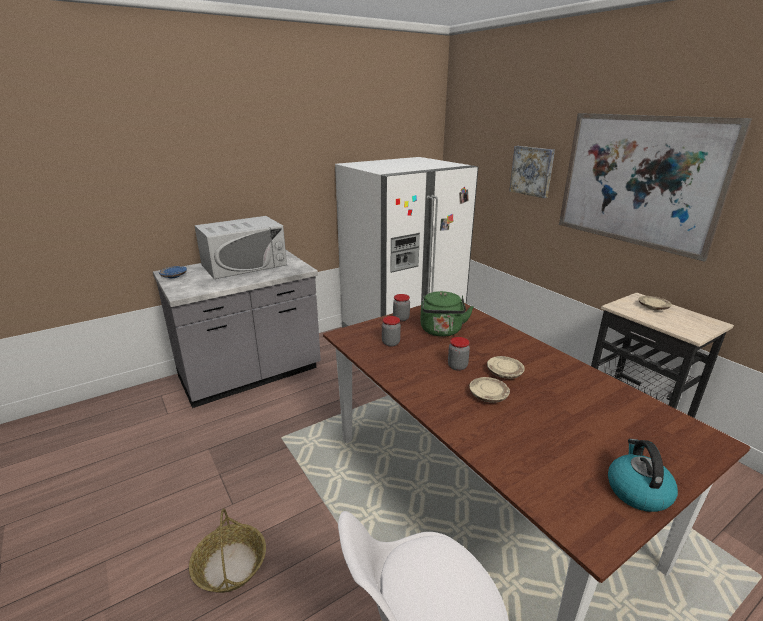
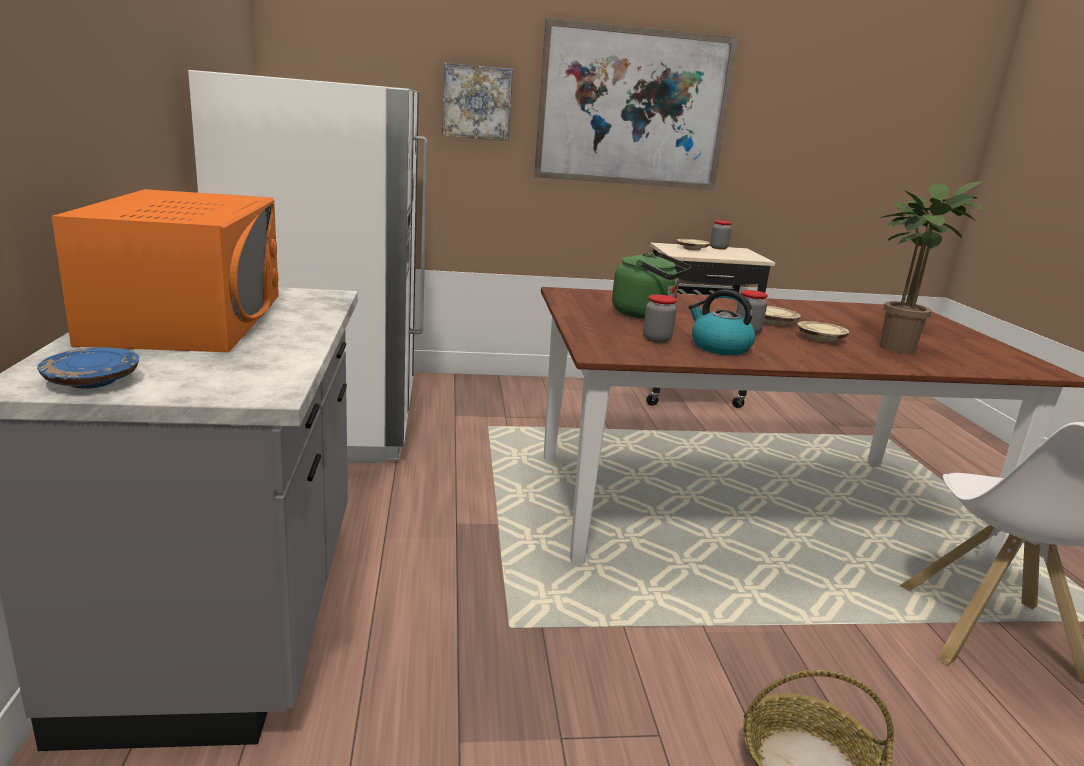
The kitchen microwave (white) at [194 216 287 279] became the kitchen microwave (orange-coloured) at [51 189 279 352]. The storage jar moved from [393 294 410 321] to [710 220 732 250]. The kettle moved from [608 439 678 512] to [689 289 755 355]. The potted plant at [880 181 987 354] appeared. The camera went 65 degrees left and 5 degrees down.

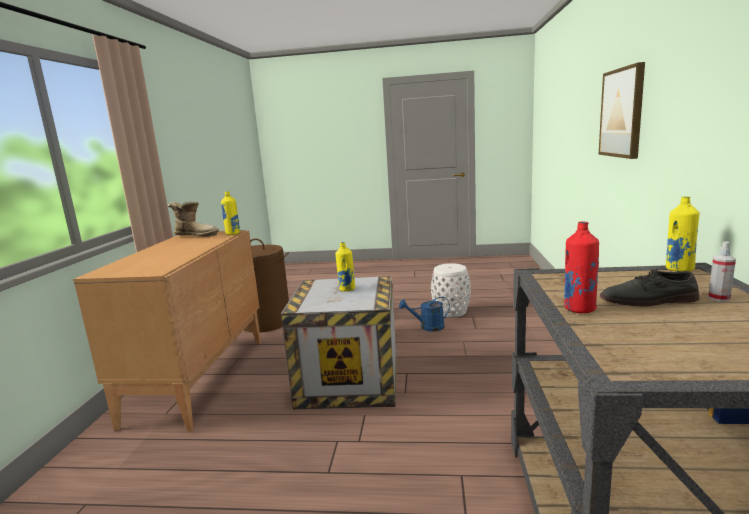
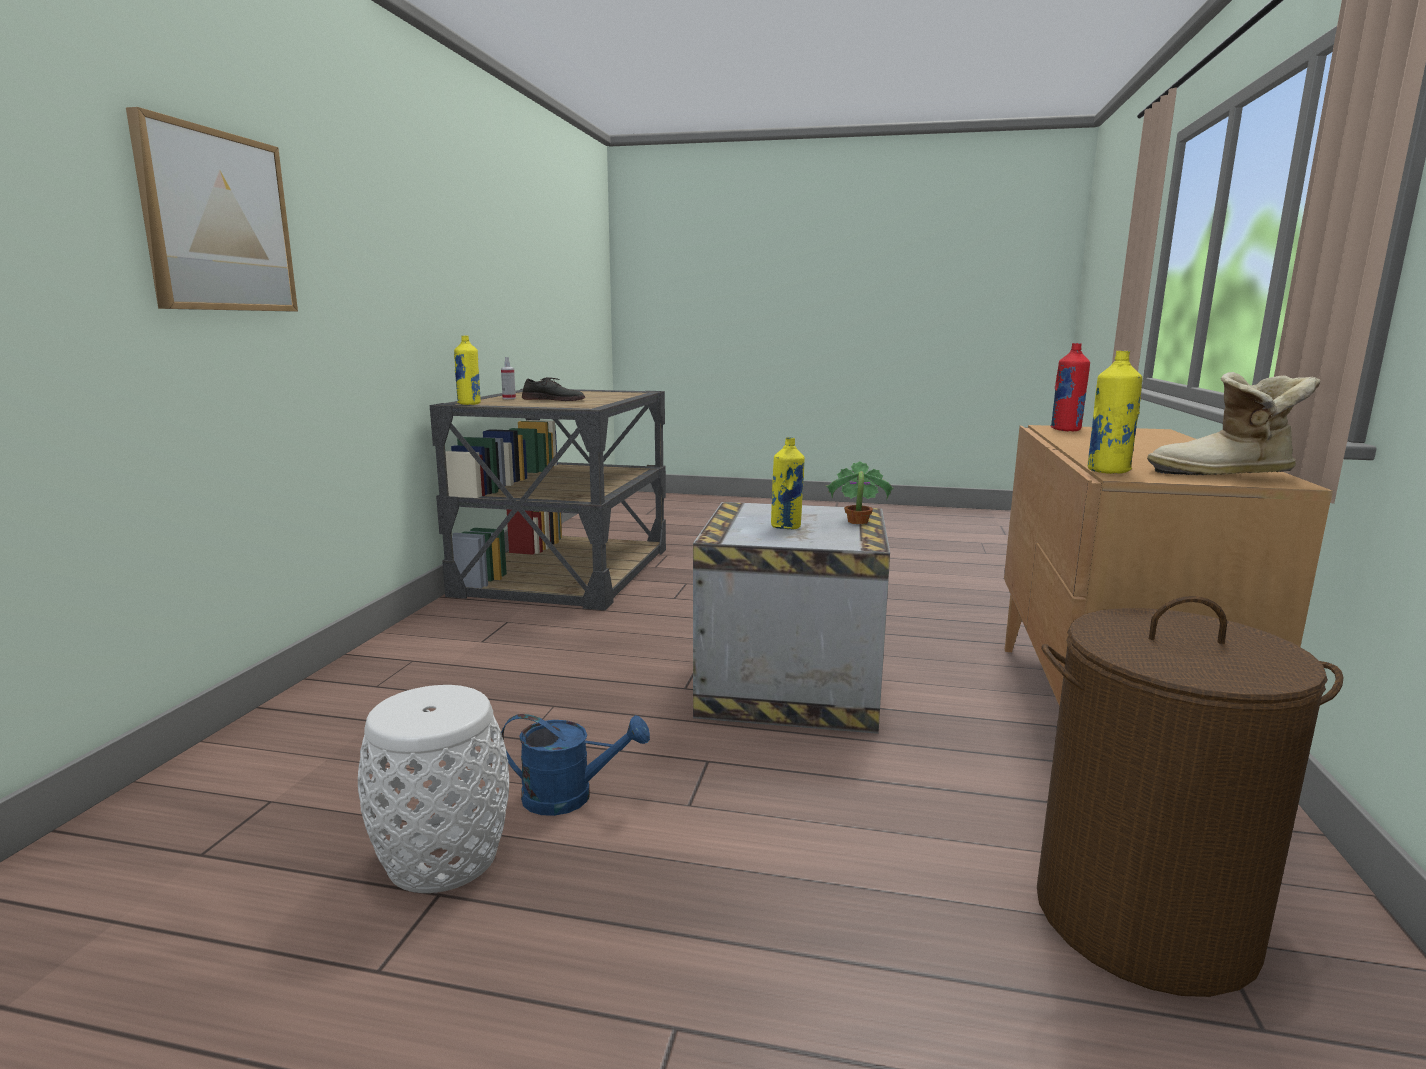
The bottle (red) moved from [564 221 599 314] to [1050 343 1090 432]. The potted plant at [826 461 894 524] appeared. The camera went 175 degrees left and 0 degrees up.

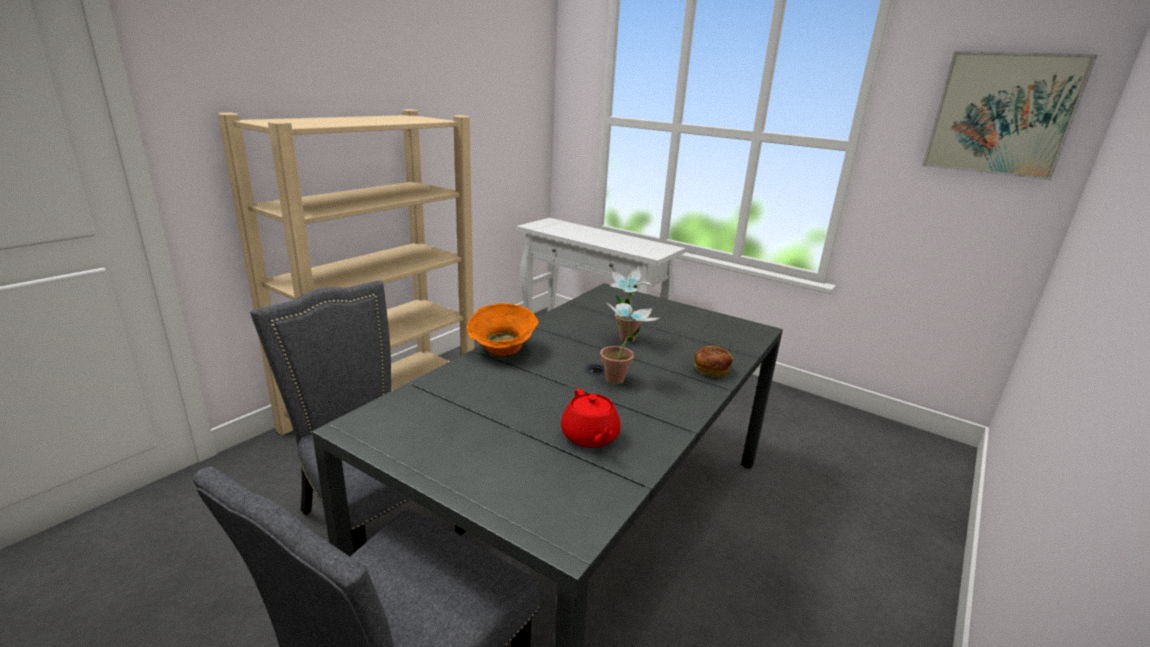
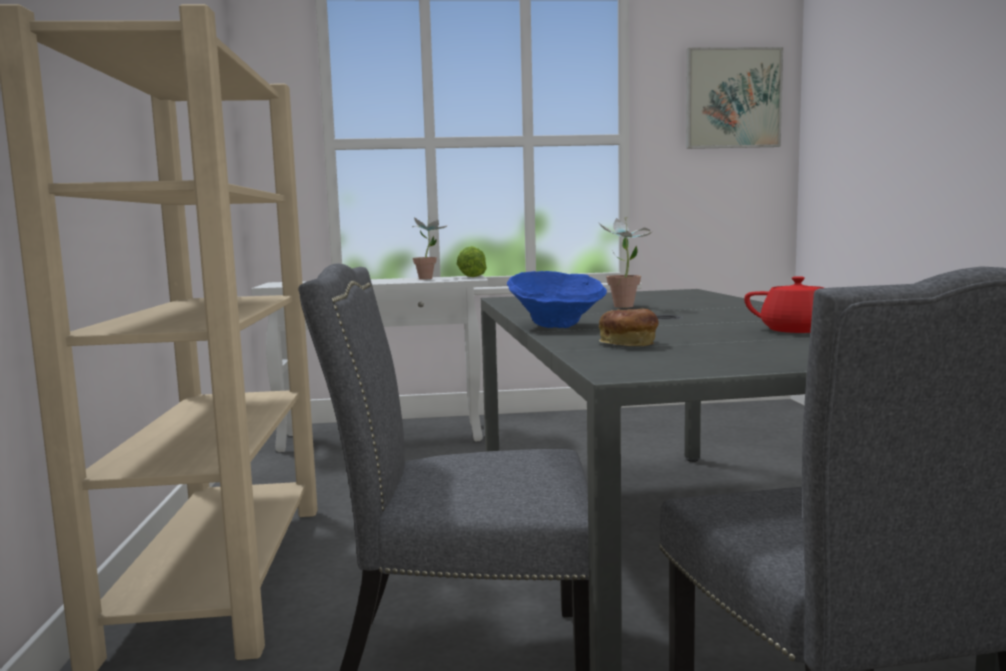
The potted plant moved from [600 301 660 384] to [412 216 448 280]. The deep dish (orange-coloured) at [467 303 538 356] became the deep dish (blue) at [507 271 607 328]. The baked bread moved from [695 345 733 377] to [599 308 659 346]. The lettuce head at [457 246 487 277] appeared. The camera went 40 degrees left and 15 degrees down.

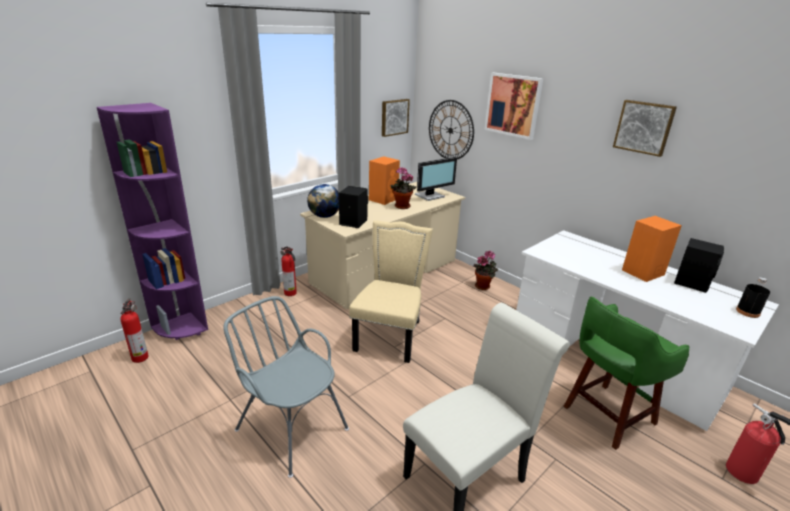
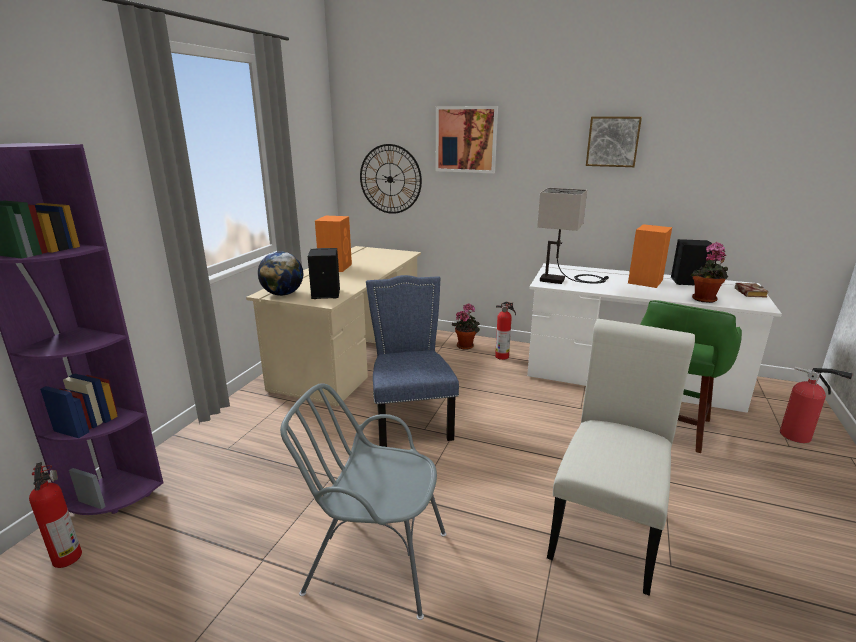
The picture at [382 99 410 137] disappeared. The monitor at [415 157 457 201] disappeared. The potted plant moved from [391 167 416 209] to [690 242 728 303]. The upright chair (sand-coloured) at [349 220 433 363] became the upright chair (blue) at [366 275 459 447]. The fire-fighting cylinder moved from [281 246 297 296] to [495 302 516 360]. The bottle (blackish) at [736 277 770 318] was replaced by the volume at [735 283 769 298]. The table lamp at [537 188 609 284] appeared. The camera went 25 degrees left and 5 degrees down.

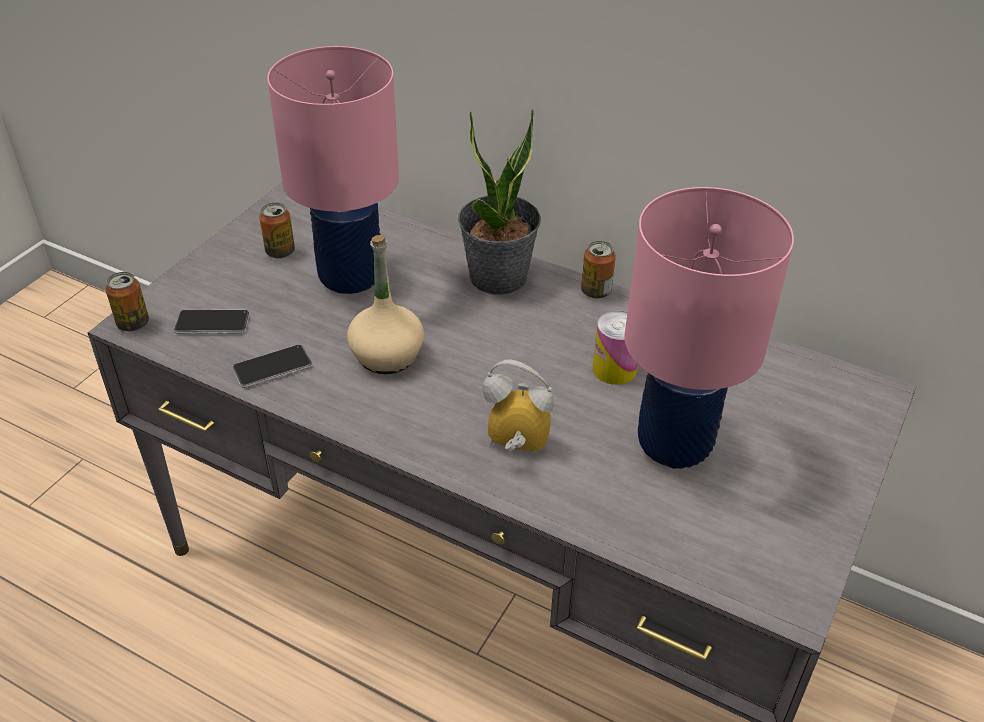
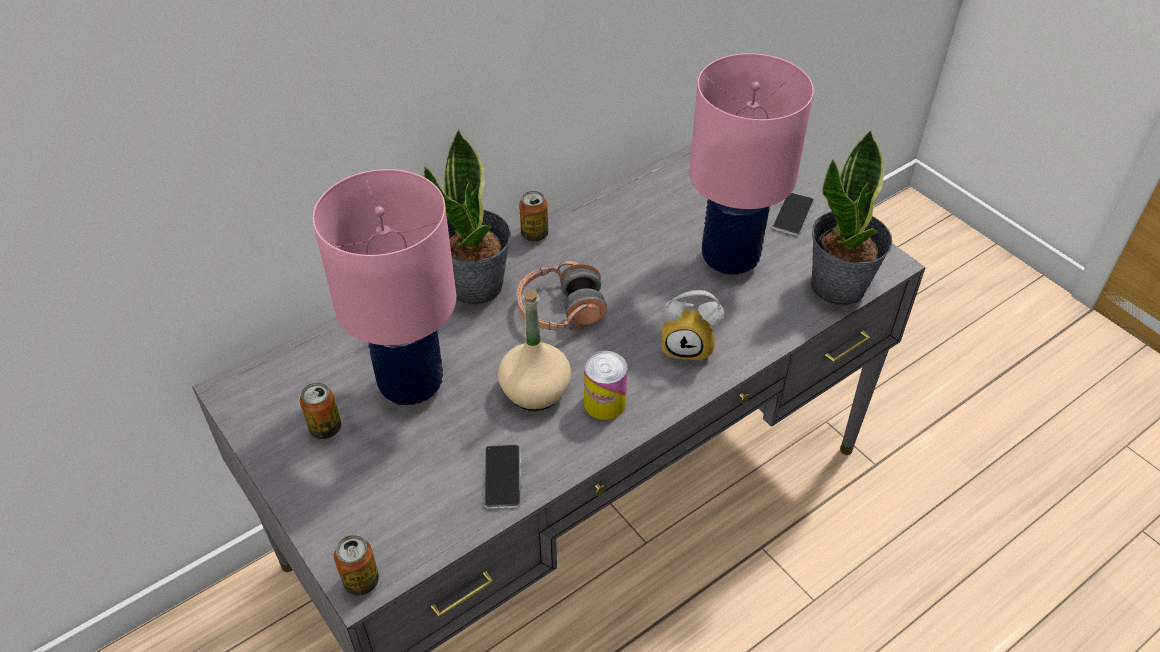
The telephone moved from [174 310 249 334] to [772 193 814 236]. The can moved from [593 311 638 385] to [584 351 627 420]. The bedside clock at [482 359 554 455] turned 120 degrees counterclockwise. The potted plant at [811 130 892 305] appeared. The headset at [517 261 607 331] appeared. The camera went 65 degrees left and 5 degrees up.

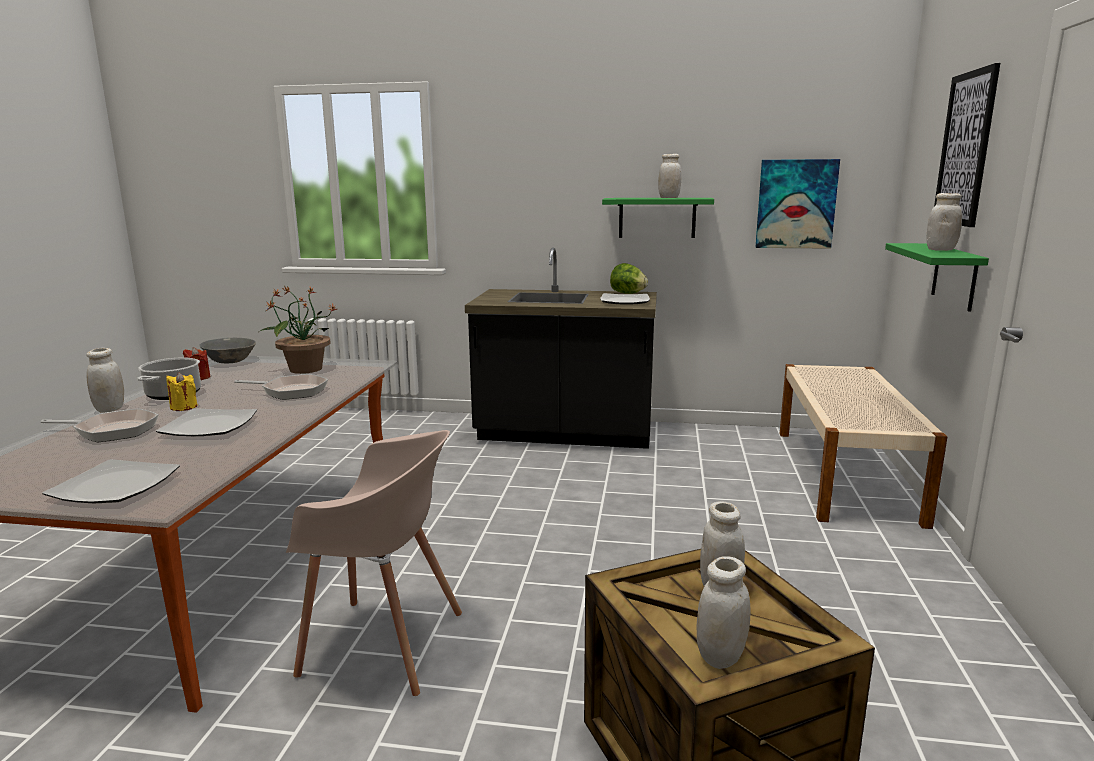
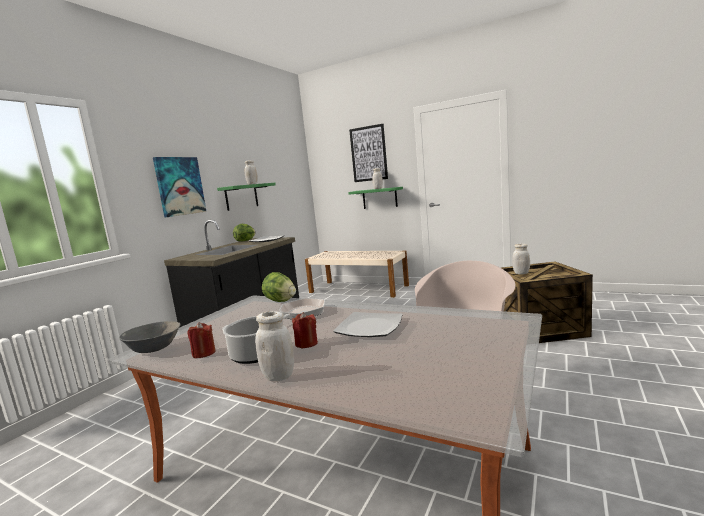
The picture moved from [756 159 840 249] to [153 157 207 217]. The potted plant at [259 287 337 374] disappeared. The wax light (yellowish) at [166 372 198 411] became the wax light (red) at [292 312 318 349]. The frying pan at [40 408 159 442] disappeared. The dinner plate at [42 459 180 503] disappeared. The storage jar (white) at [697 556 751 669] disappeared. The lettuce head at [262 272 296 302] appeared. The camera went 70 degrees left and 5 degrees down.

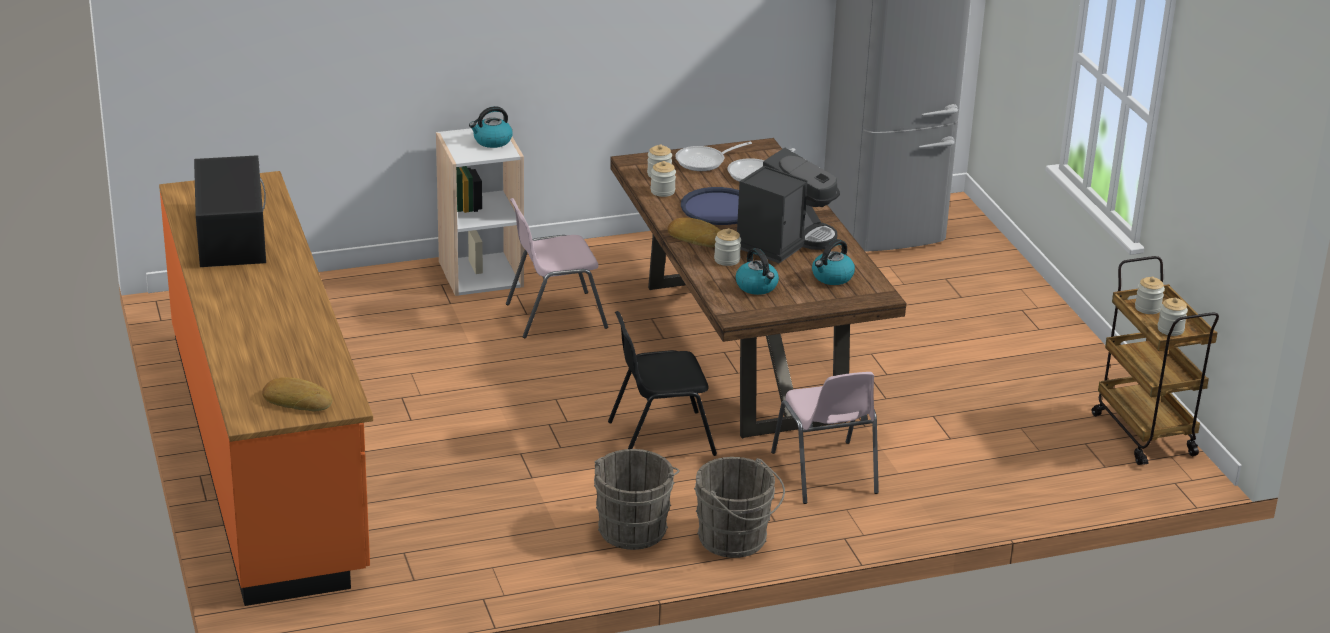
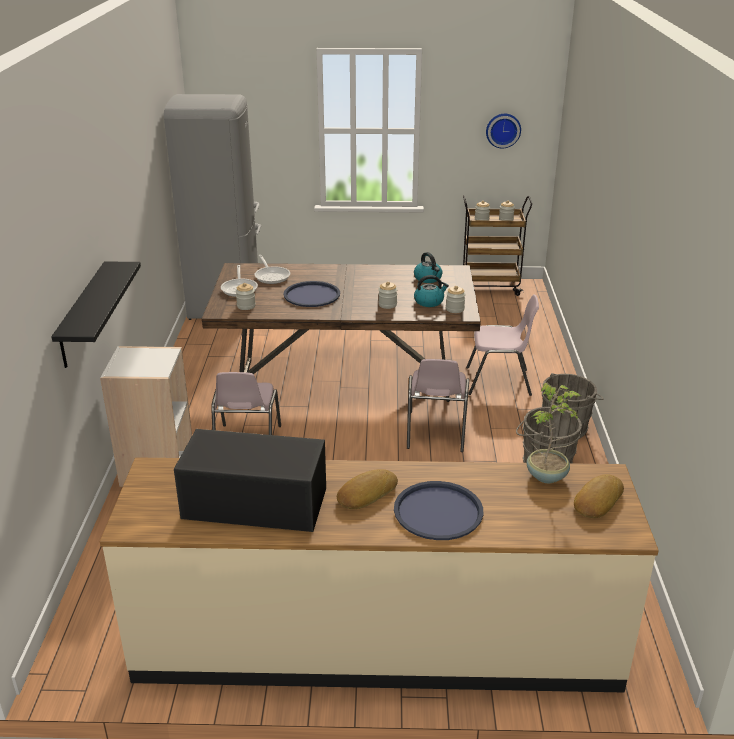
The kettle at [469 106 513 148] disappeared. The coffee machine at [737 148 840 263] disappeared. The storage jar moved from [651 161 676 197] to [446 286 466 313]. The counter (orange-coloured) at [159 171 373 606] became the counter (sand-coloured) at [100 457 659 693]. The baked bread moved from [667 217 721 247] to [337 469 398 509]. The upright chair (blackish) at [608 311 717 456] became the upright chair (pinkish) at [407 359 469 452]. The wall clock at [486 114 521 148] appeared. The wall shelf (blackish) at [51 262 141 368] appeared. The potted plant at [527 382 581 483] appeared. The tray (blue) at [394 481 483 540] appeared. The camera went 70 degrees left and 0 degrees up.

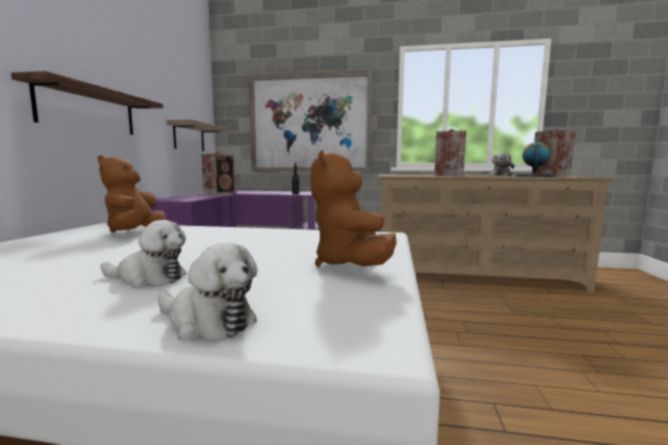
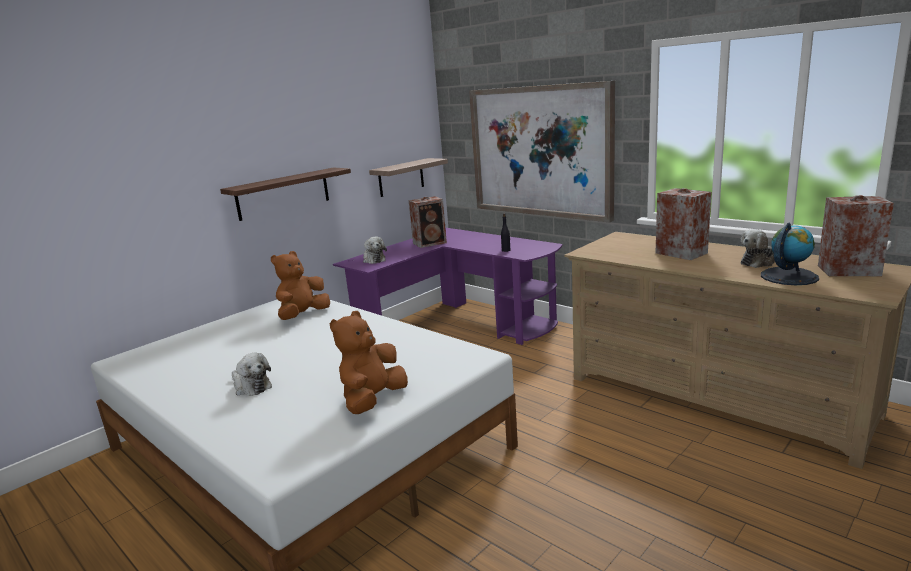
The soft toy moved from [158 243 257 341] to [363 237 387 264]. The camera went 35 degrees right and 10 degrees up.

